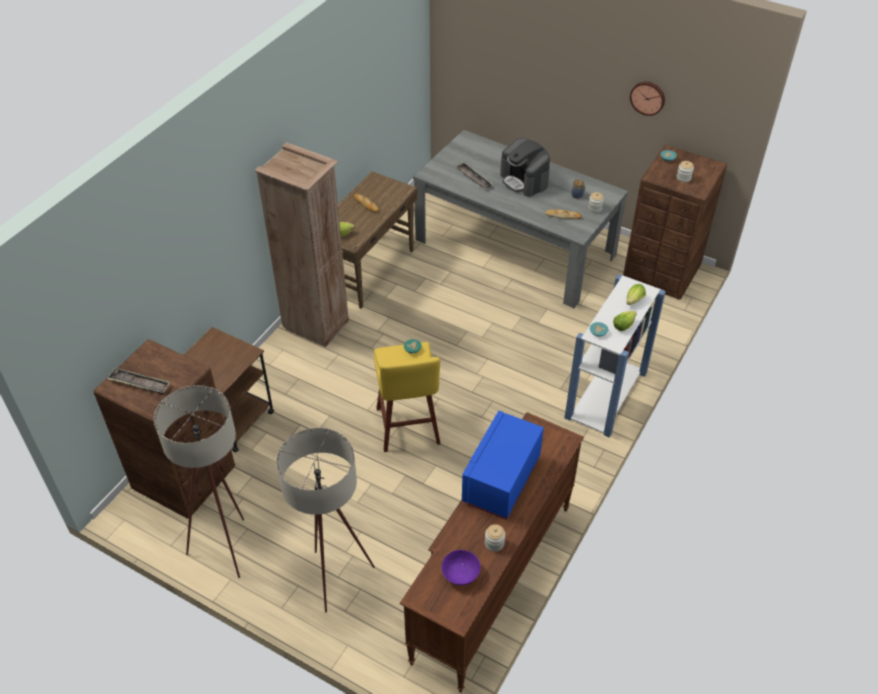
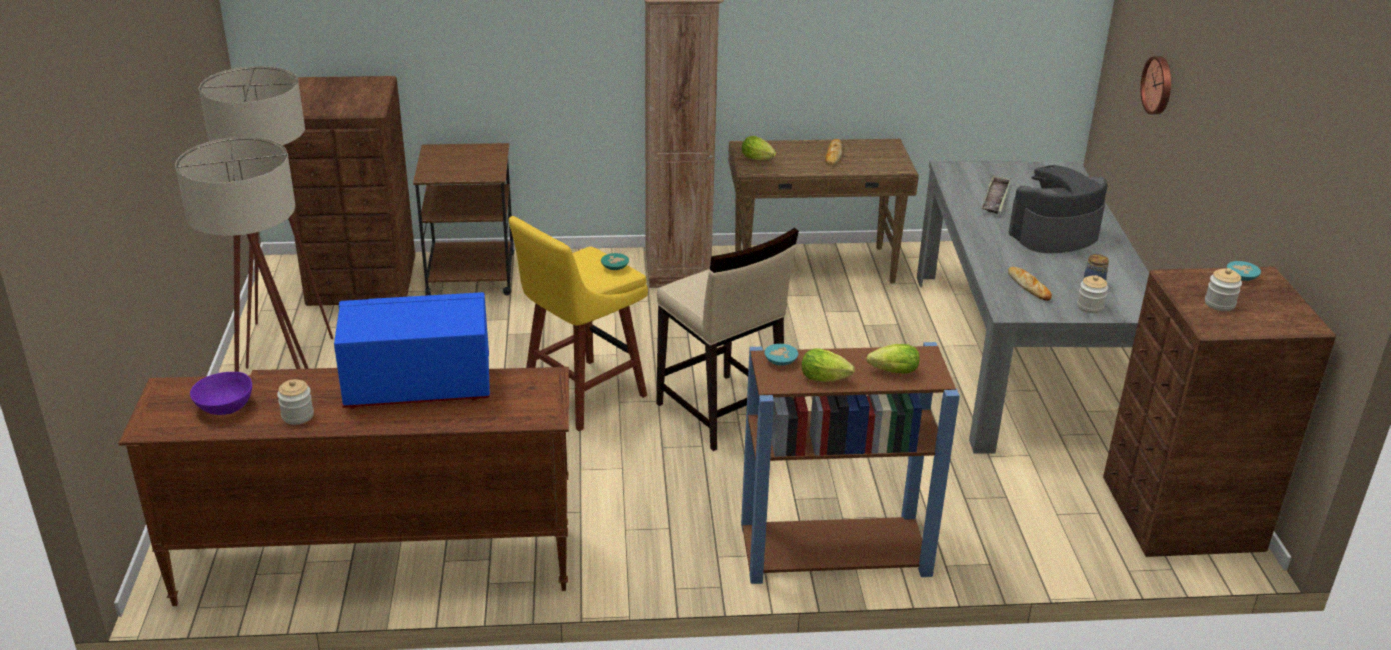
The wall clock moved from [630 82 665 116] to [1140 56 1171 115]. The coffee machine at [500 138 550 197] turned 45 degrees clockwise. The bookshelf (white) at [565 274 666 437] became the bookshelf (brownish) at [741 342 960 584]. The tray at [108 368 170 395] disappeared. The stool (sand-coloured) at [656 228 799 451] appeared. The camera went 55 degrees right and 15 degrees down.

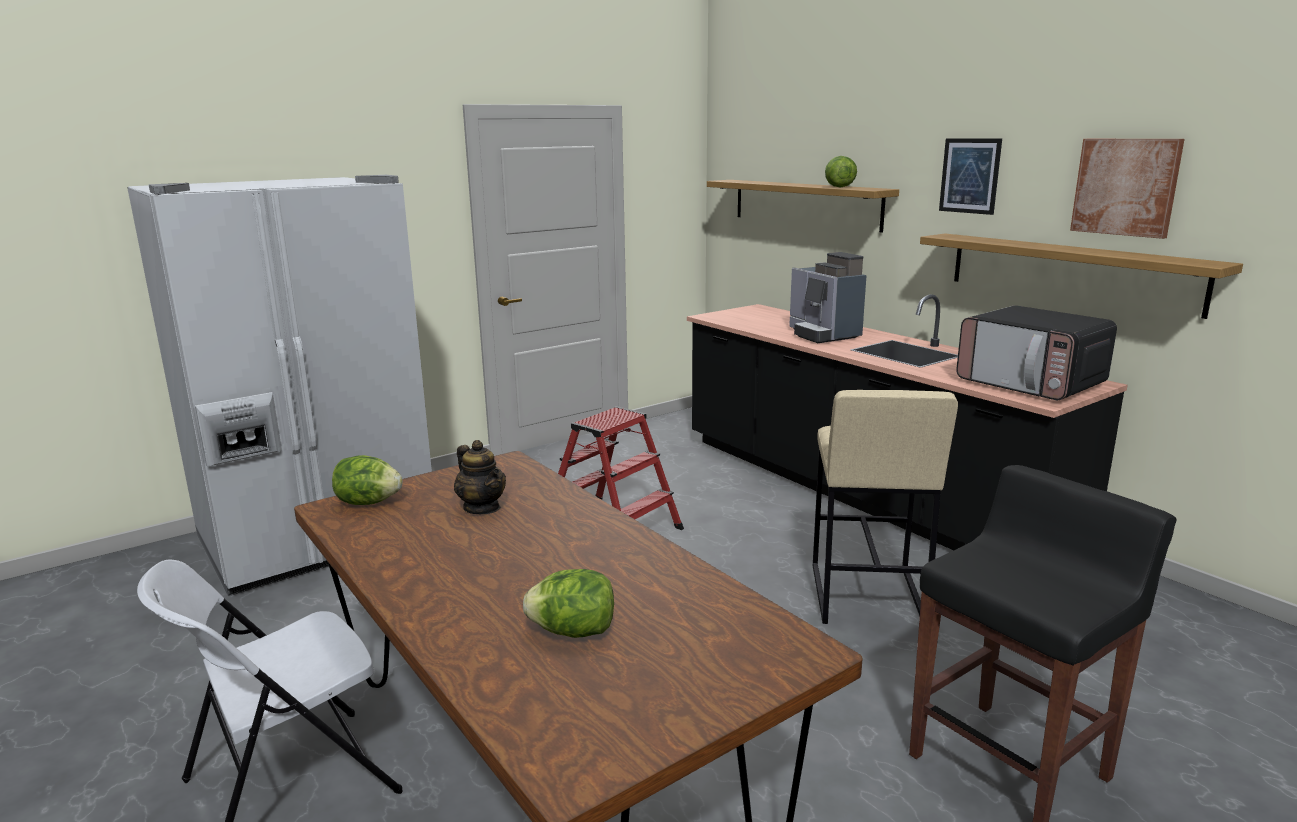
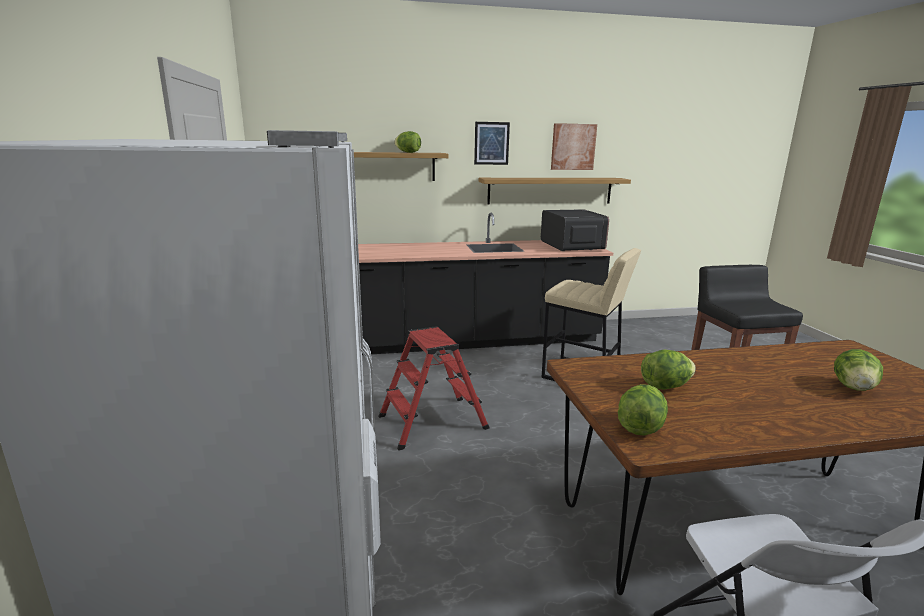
The coffee machine at [789 252 866 343] disappeared. The kitchen microwave at [956 305 1117 400] turned 90 degrees counterclockwise. The tea pot at [454 440 506 514] was replaced by the lettuce head at [641 350 696 389]. The camera went 65 degrees left and 0 degrees up.

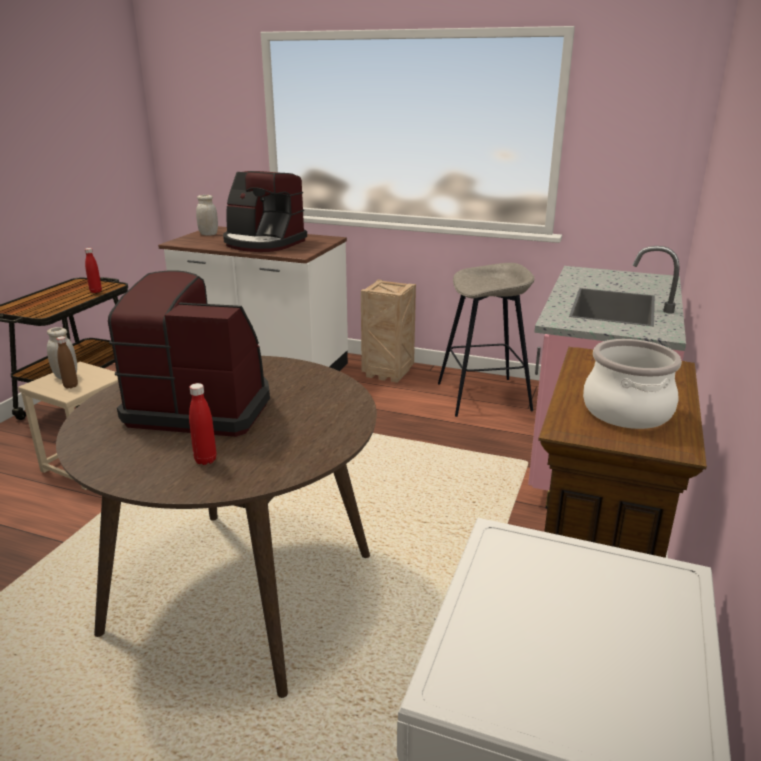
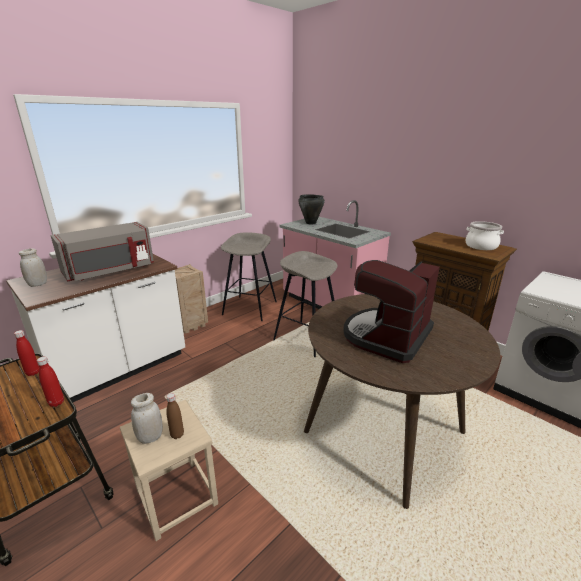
The coffee machine at [223 171 307 252] was replaced by the kitchen microwave (gray) at [50 222 154 281]. The bottle (red) moved from [189 383 216 465] to [37 357 64 407]. The cooking pot (blackish) at [298 194 325 224] appeared. The stool (gray) at [273 251 338 357] appeared. The camera went 65 degrees left and 0 degrees up.

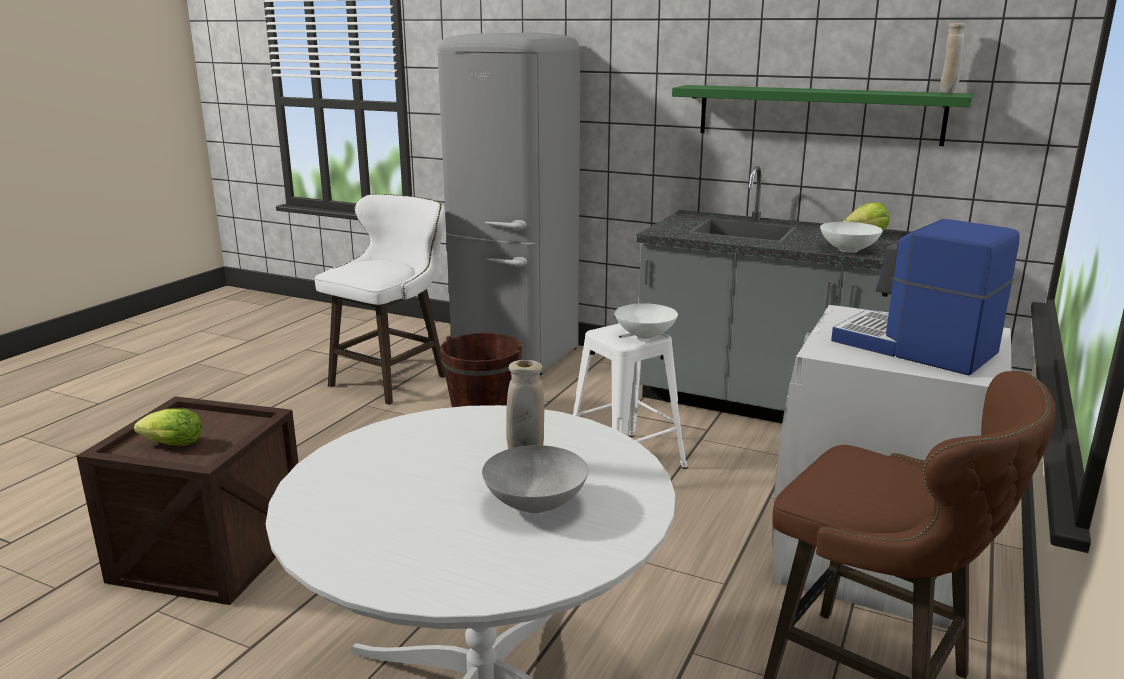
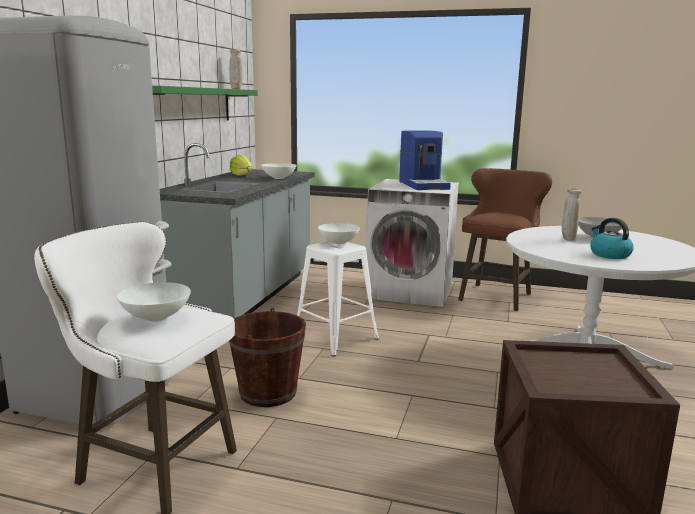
The coffee machine at [831 219 1020 375] turned 45 degrees counterclockwise. The lettuce head at [134 408 202 446] disappeared. The kettle at [590 218 634 259] appeared. The deep dish (white) at [117 282 191 322] appeared. The camera went 100 degrees left and 5 degrees down.

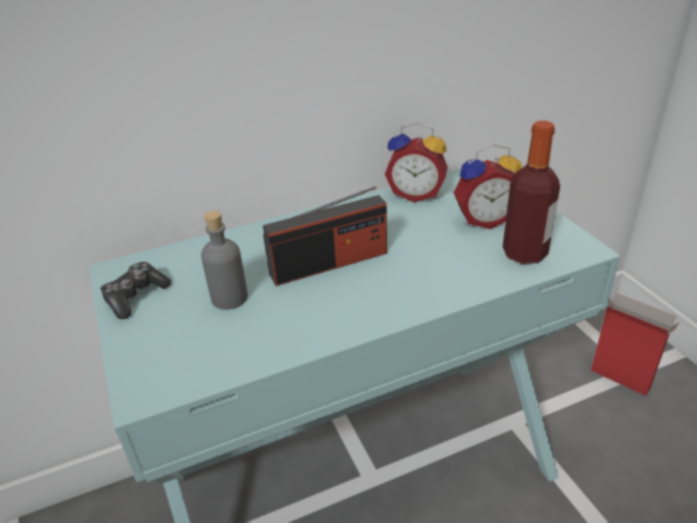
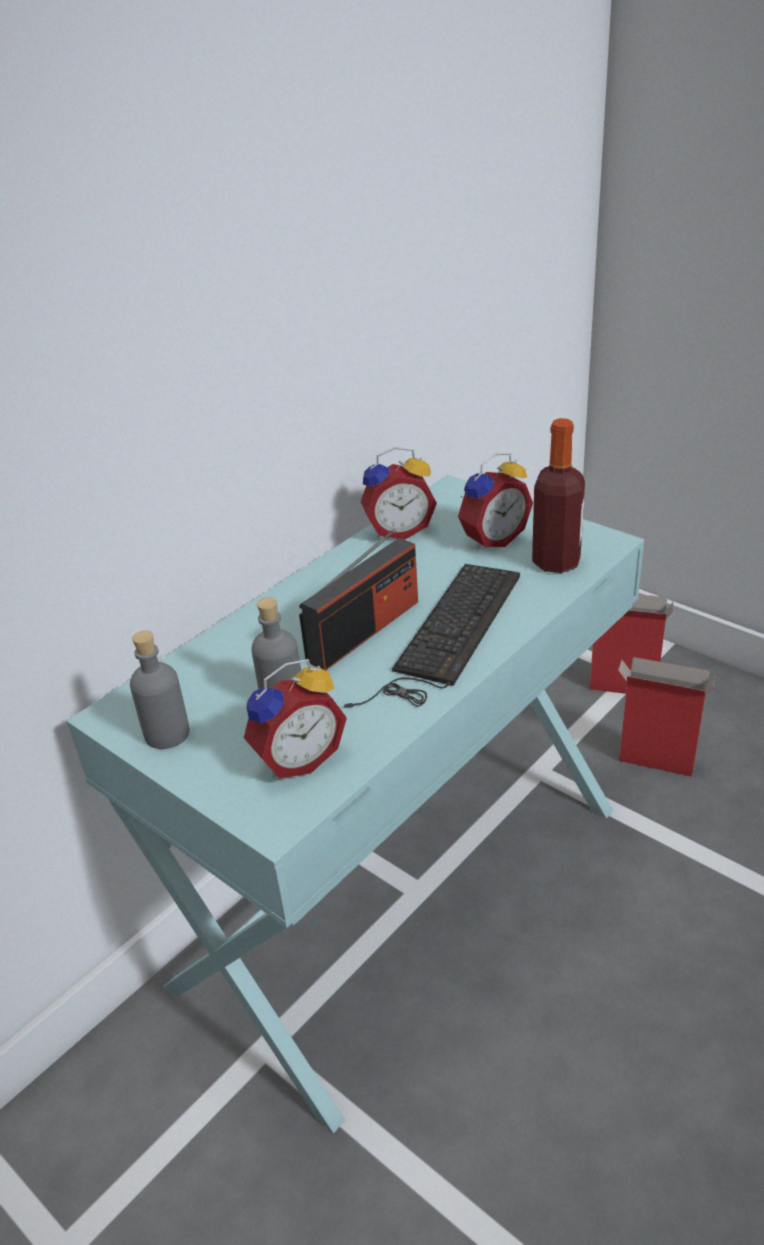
The joypad at [100 262 171 319] was replaced by the bottle (gray) at [130 630 190 749]. The computer keyboard at [344 564 520 708] appeared. The packing box at [618 657 716 777] appeared. The bedside clock at [244 659 347 778] appeared. The camera went 25 degrees left and 0 degrees up.

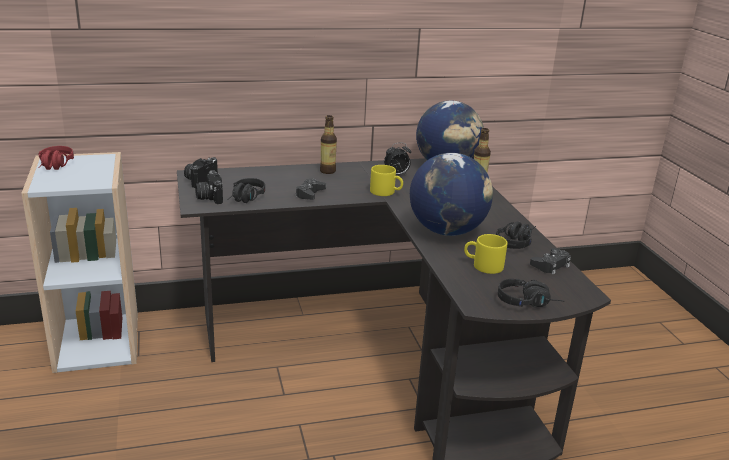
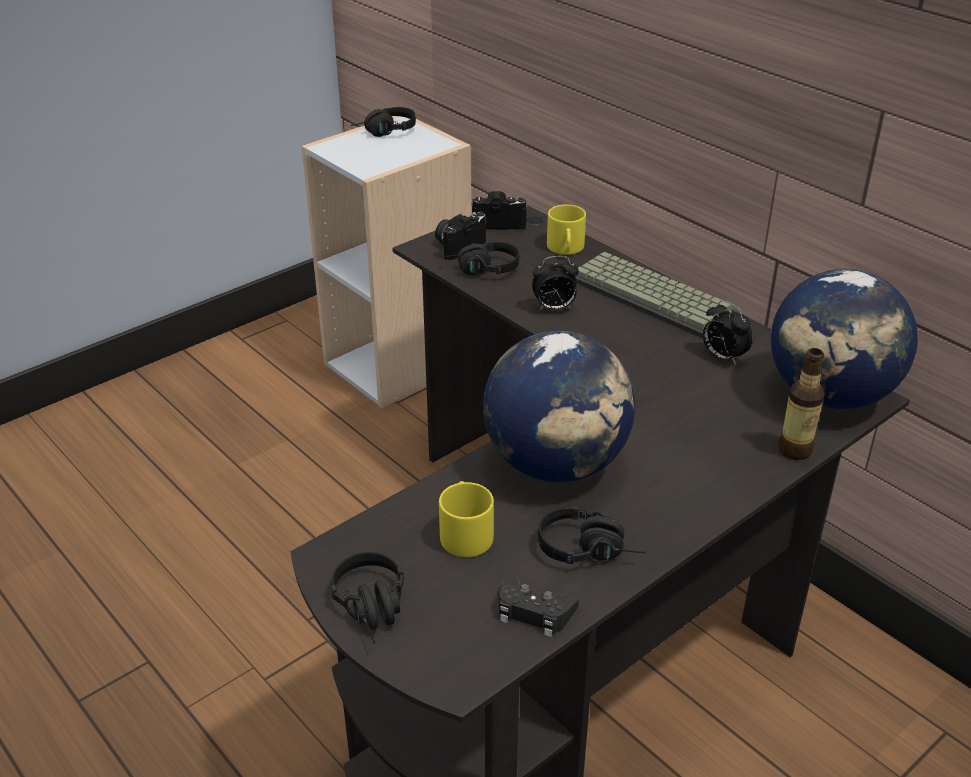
The bottle at [320 115 337 174] was replaced by the computer keyboard at [575 252 737 338]. The headset (red) at [38 146 74 170] became the headset (blackish) at [351 107 416 137]. The mug (yellowish) moved from [370 165 403 196] to [547 205 586 255]. The joypad (blackish) at [296 179 326 200] was replaced by the bedside clock at [532 256 579 310]. The camera went 65 degrees right and 10 degrees up.

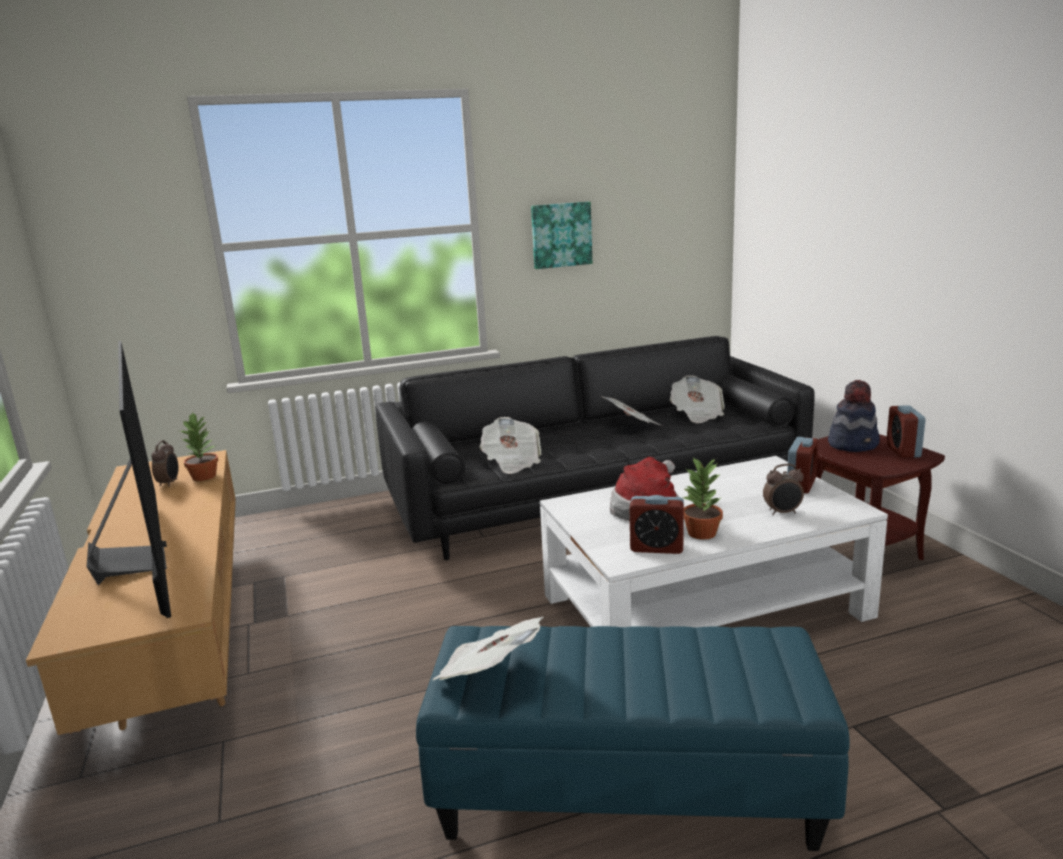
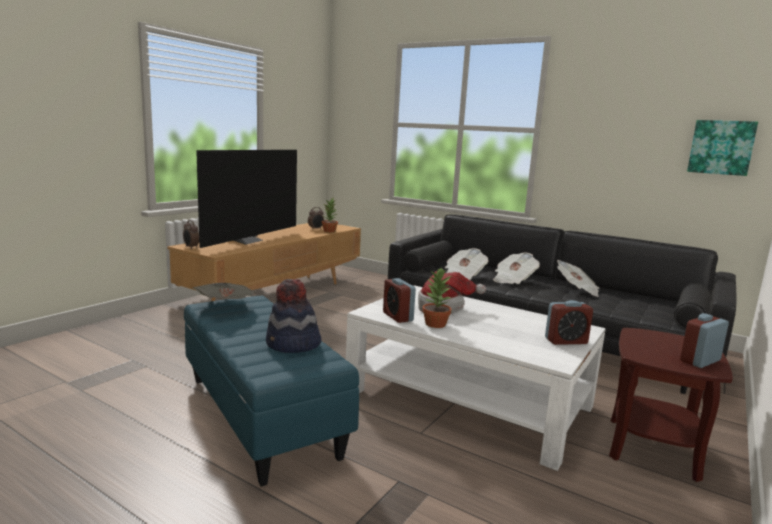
The picture moved from [531 202 592 269] to [687 120 758 176]. The printed paper moved from [670 375 725 423] to [493 253 540 284]. The hat moved from [828 380 880 452] to [266 279 321 353]. The bedside clock moved from [763 464 804 515] to [183 220 199 249]. The camera went 50 degrees right and 5 degrees down.

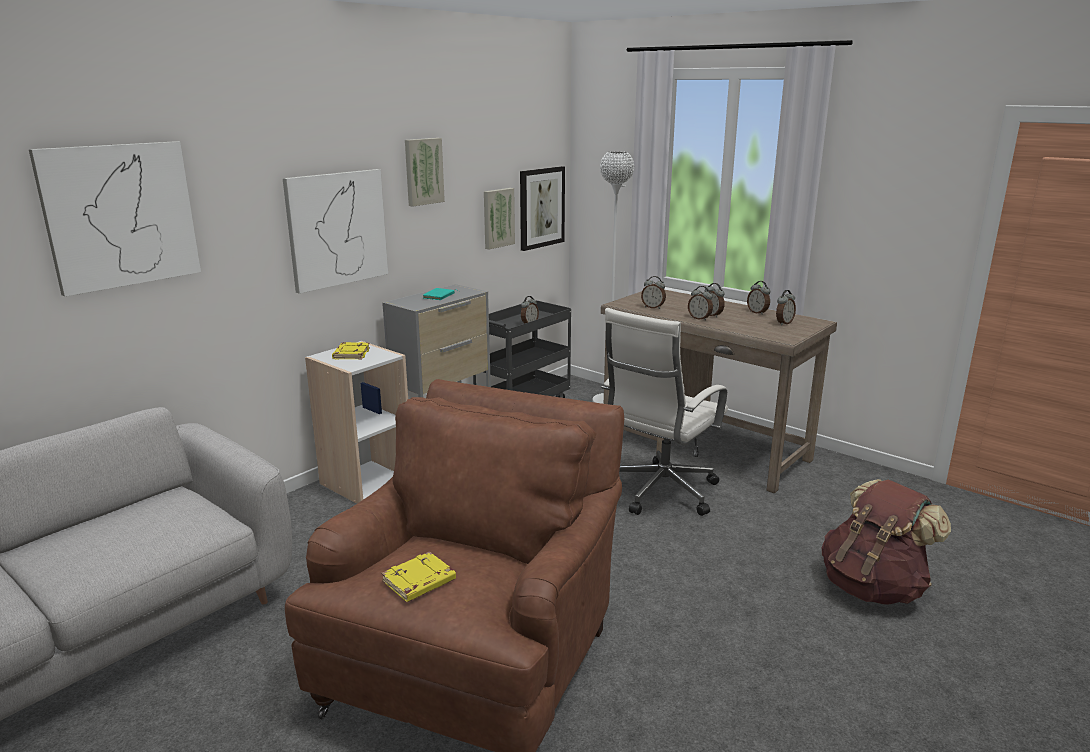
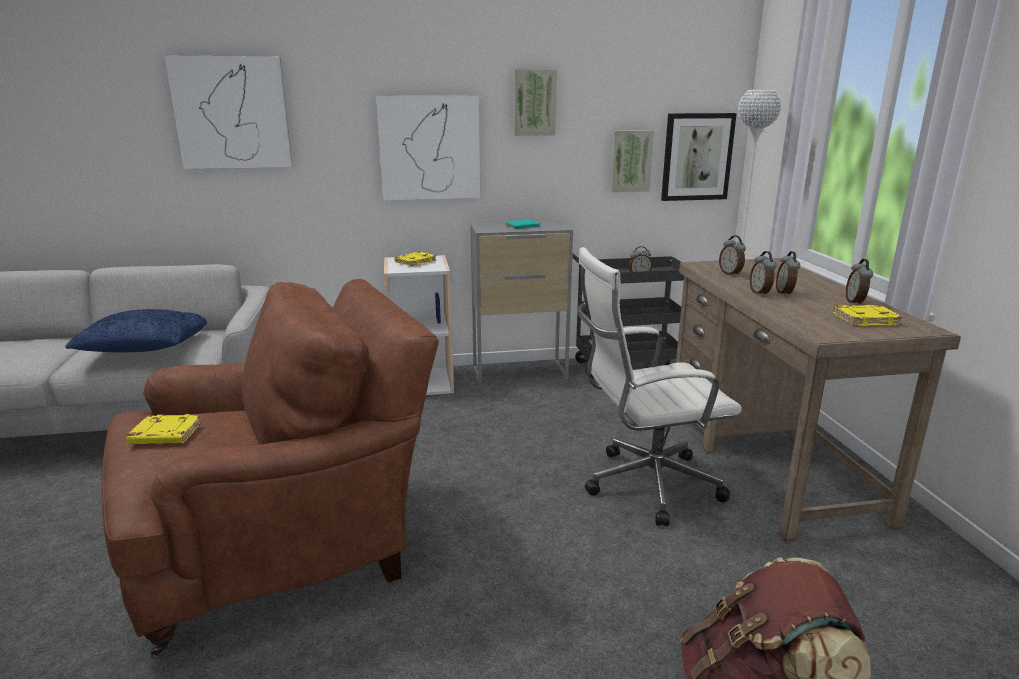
The bedside clock at [776 290 796 325] was replaced by the volume (yellowish) at [833 305 903 327]. The cushion (blue) at [65 309 207 352] appeared. The camera went 40 degrees right and 0 degrees up.

